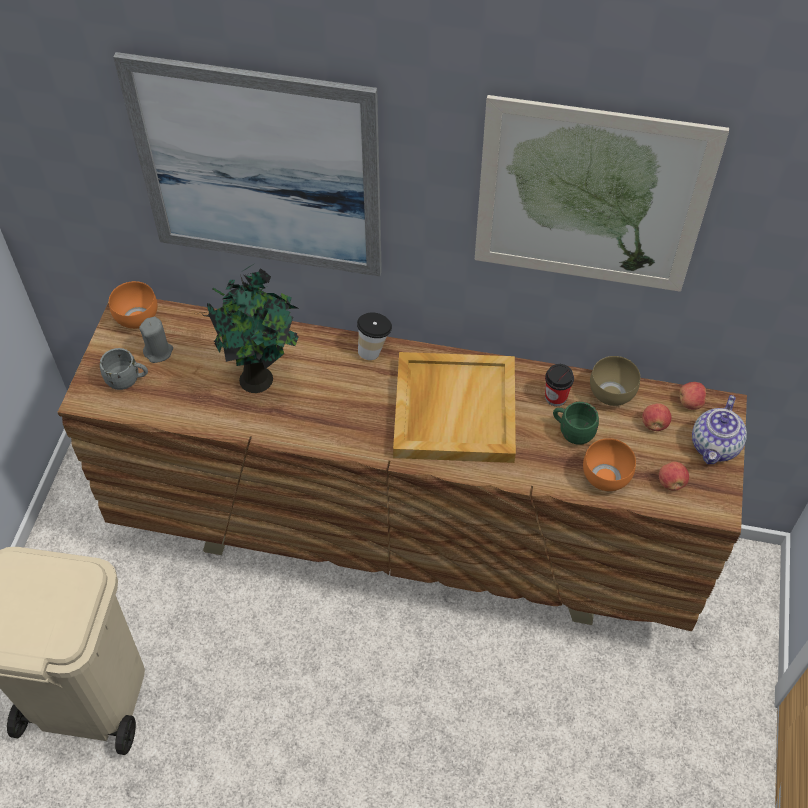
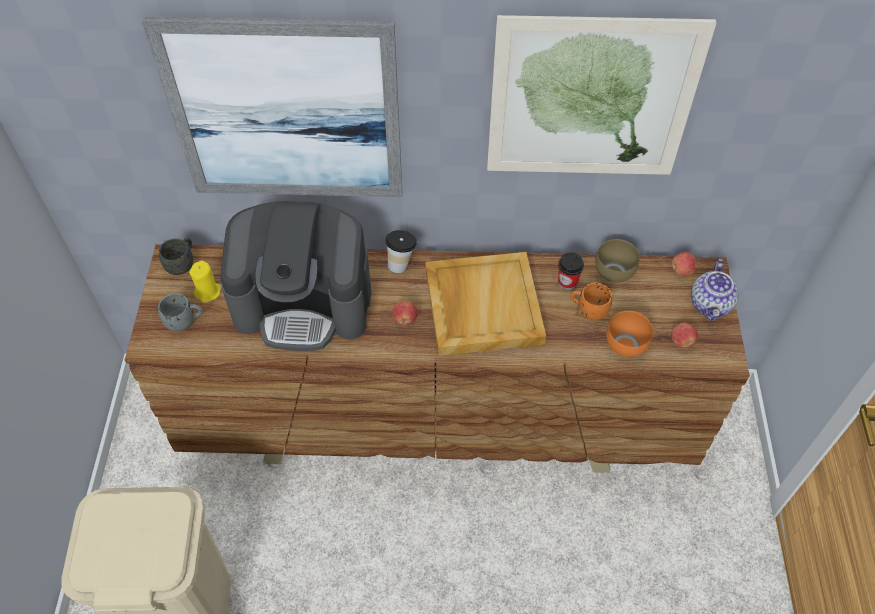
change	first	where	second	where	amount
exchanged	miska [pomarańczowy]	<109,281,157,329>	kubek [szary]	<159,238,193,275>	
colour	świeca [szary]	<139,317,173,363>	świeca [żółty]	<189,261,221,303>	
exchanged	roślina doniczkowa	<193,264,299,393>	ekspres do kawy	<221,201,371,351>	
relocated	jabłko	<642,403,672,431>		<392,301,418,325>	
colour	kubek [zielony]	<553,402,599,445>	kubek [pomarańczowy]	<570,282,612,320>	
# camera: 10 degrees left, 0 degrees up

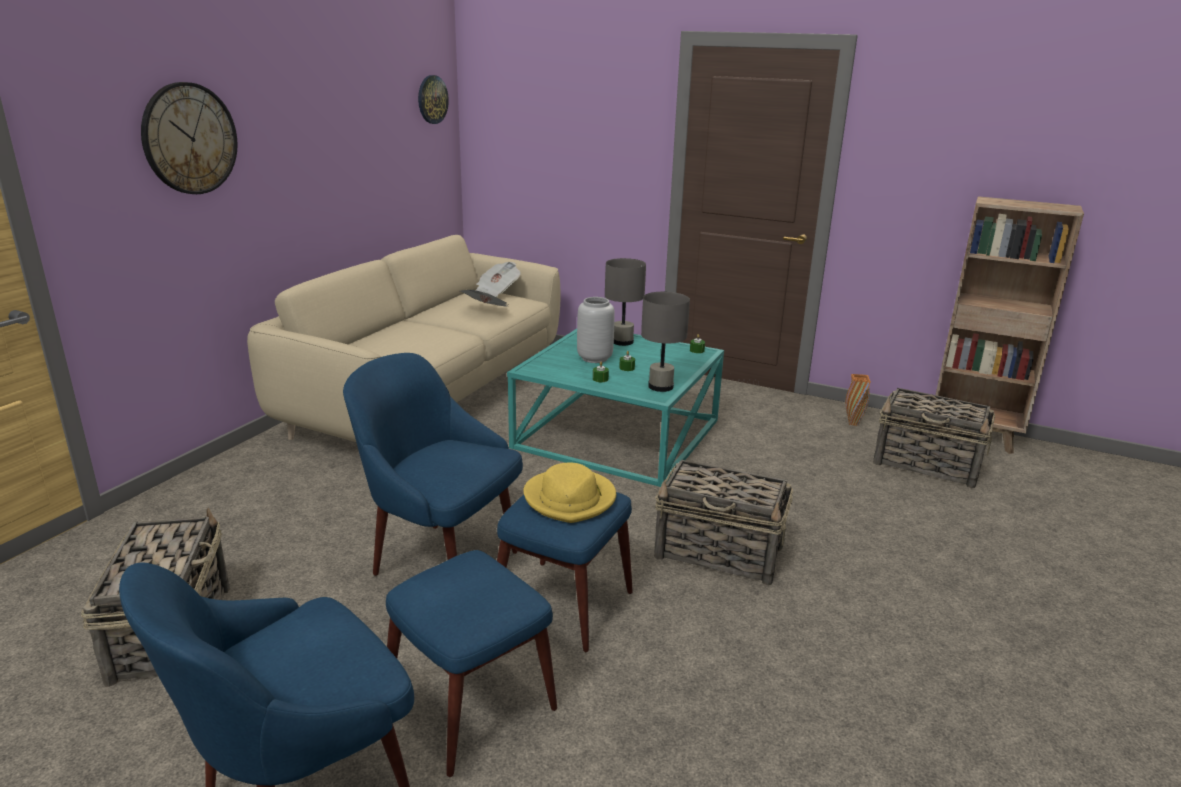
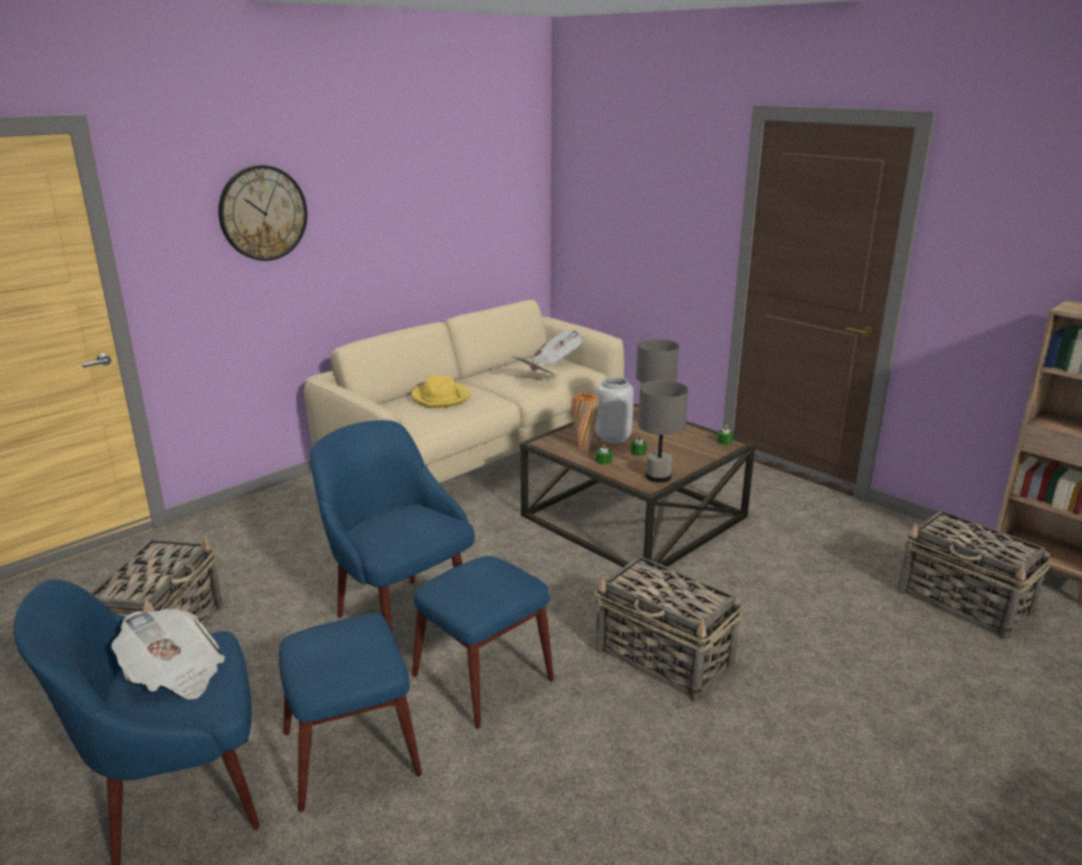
change	first	where	second	where	amount
appeared			gazeta	<112,609,225,700>	
relocated	kapelusz [żółty]	<523,462,616,523>		<411,375,470,408>	
colour	ława [turkusowy]	<507,329,724,487>	ława [brązowy]	<520,403,756,567>	
relocated	wazon [pomarańczowy]	<846,374,871,426>		<571,393,598,451>	
missing	zegar ścienny	<418,75,449,124>			
# camera: 20 degrees right, 0 degrees up

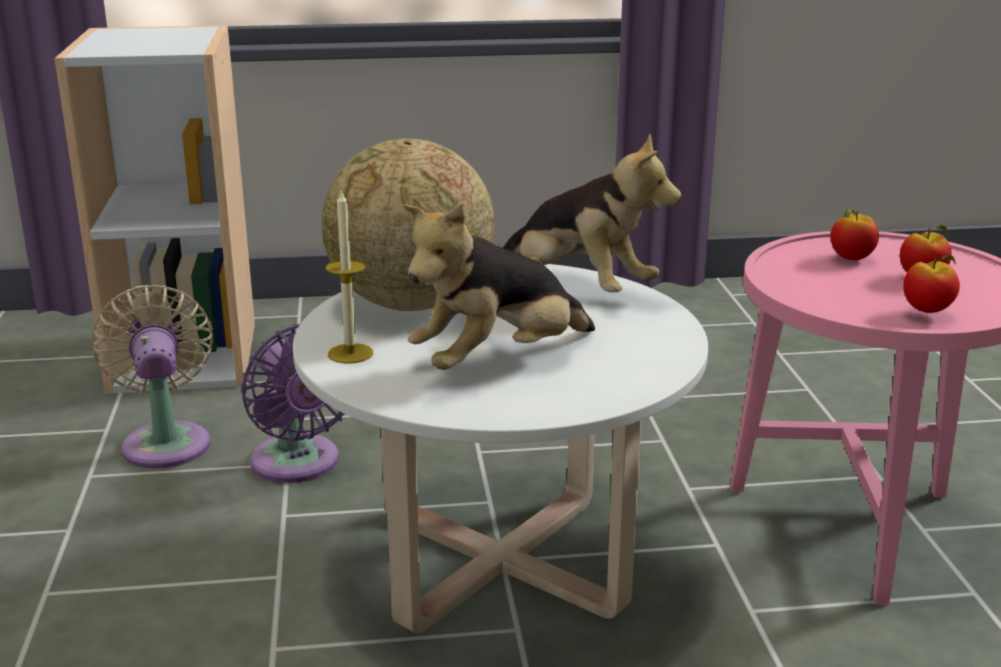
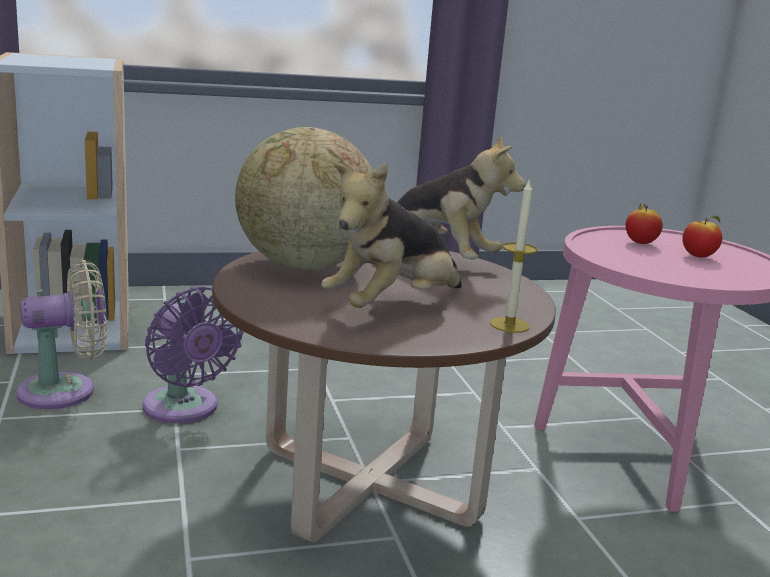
change	first	where	second	where	amount
spun	wentylator [beżowy]	<92,285,213,469>		<16,260,107,409>	90 degrees clockwise
colour	ława [biały]	<293,264,708,634>	ława [brązowy]	<212,251,556,543>	
relocated	świeca	<326,188,373,364>		<490,178,537,333>	
missing	jabłko	<903,255,960,313>			
# camera: 10 degrees left, 5 degrees down

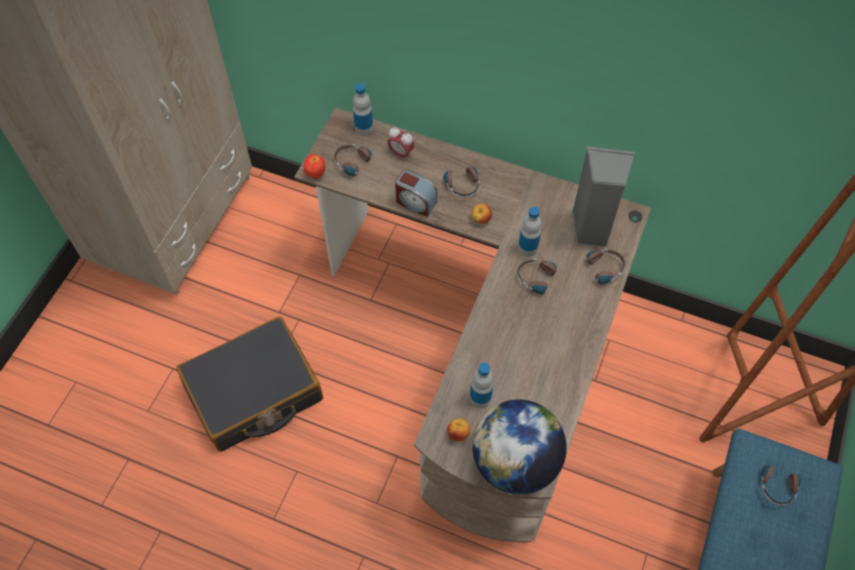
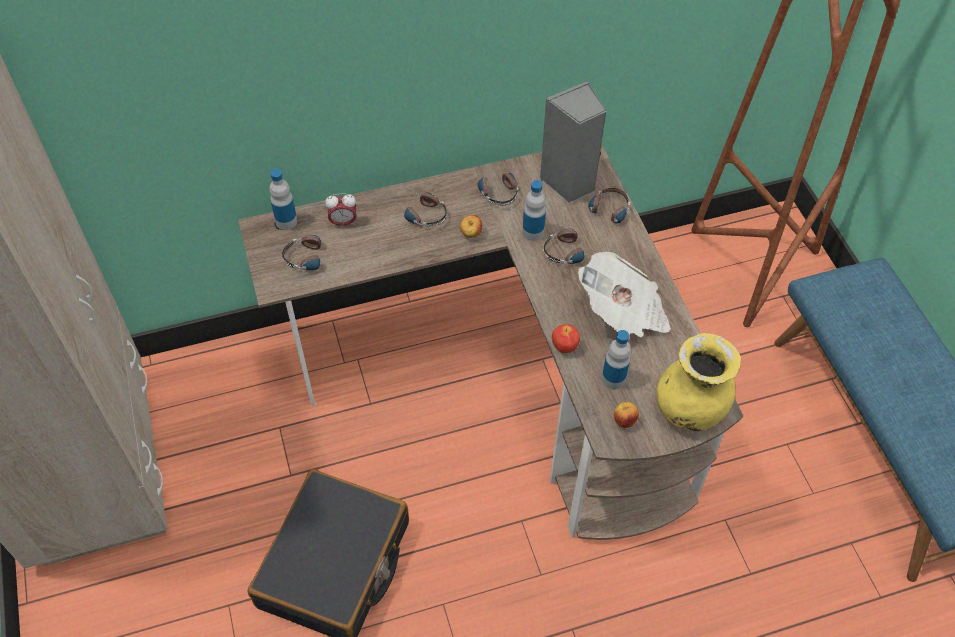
change	first	where	second	where	amount
relocated	słuchawki	<761,461,801,505>		<478,163,518,205>	
relocated	jabłko	<304,154,326,179>		<552,324,580,353>	
appeared			gazeta	<578,252,671,337>	
exchanged	globus	<472,399,567,495>	wazon [żółty]	<657,333,741,431>	
missing	budzik	<395,170,437,217>			
# camera: 40 degrees left, 5 degrees down

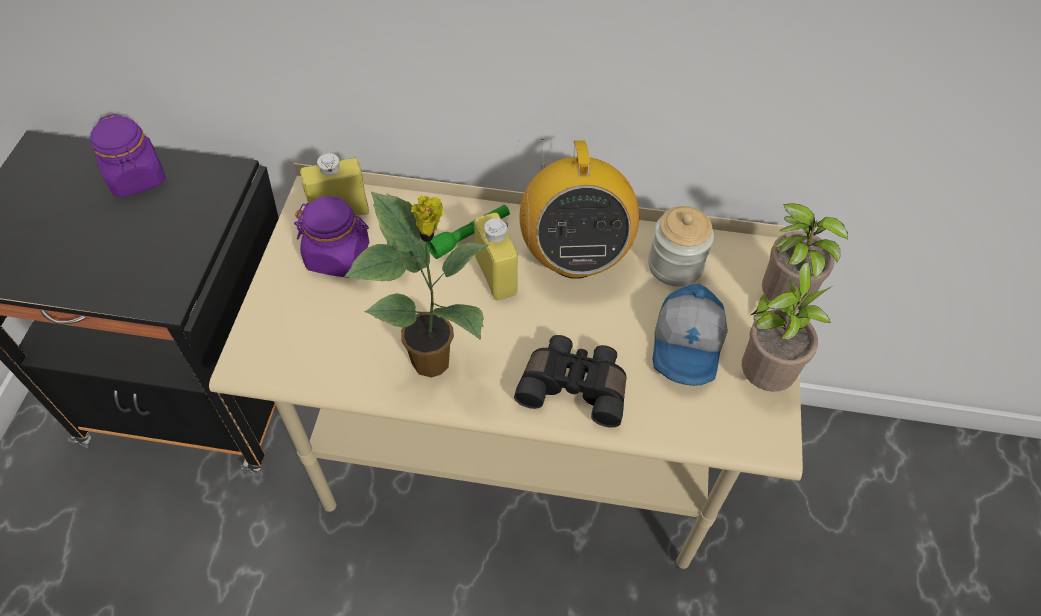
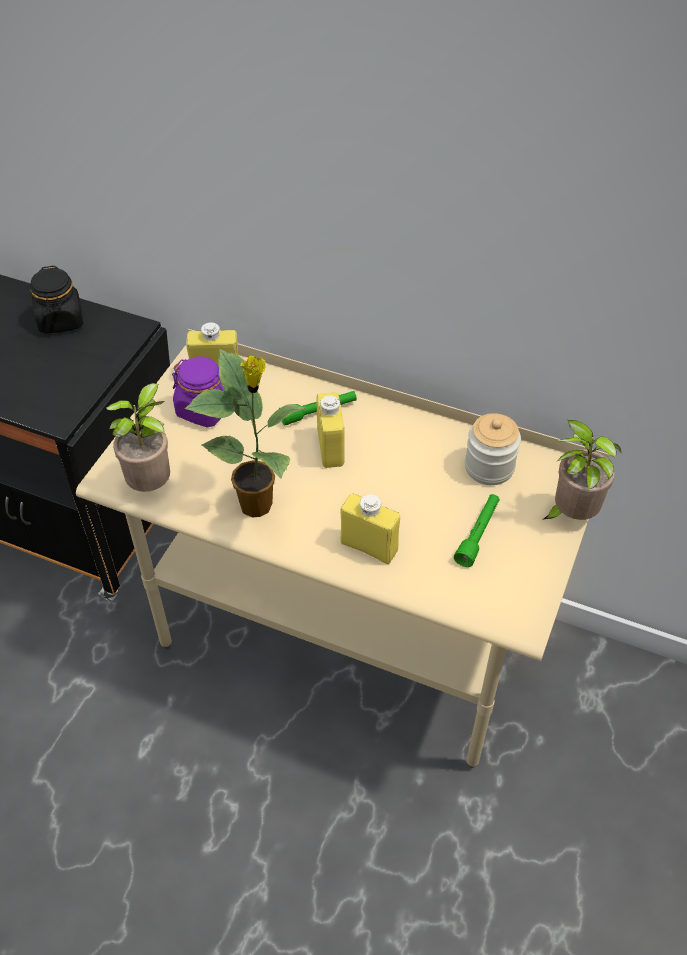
change	first	where	second	where	amount
colour	słoik [fioletowy]	<90,113,166,198>	słoik [czarny]	<30,265,83,334>	
relocated	roślina doniczkowa	<742,262,834,392>		<106,383,170,492>	
exchanged	lornetka [czarny]	<514,335,626,428>	butelka [żółty]	<341,493,400,564>	
exchanged	czapka z daszkiem	<652,284,728,386>	latarka [zielony]	<454,494,500,567>	
missing	radio	<519,139,639,279>			
# camera: 15 degrees right, 5 degrees down

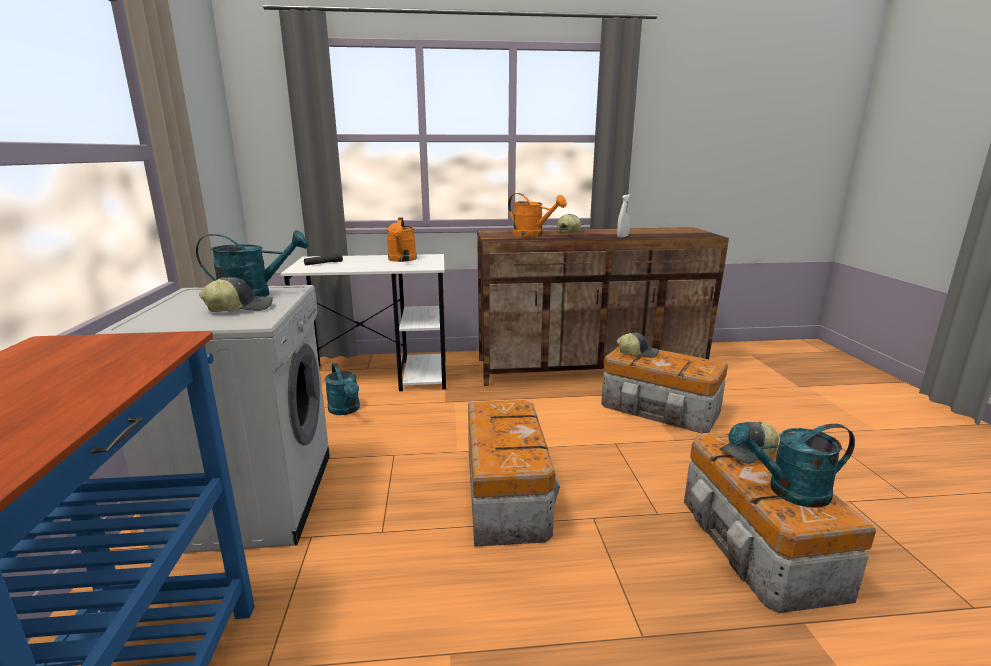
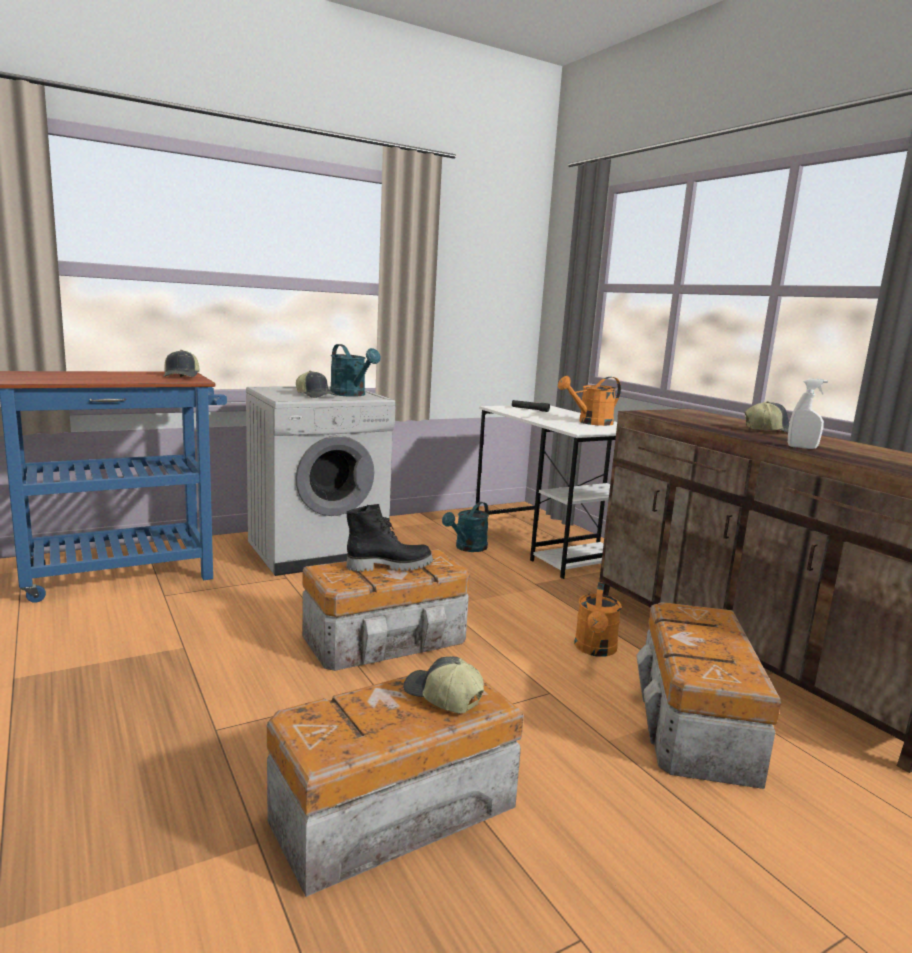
change	first	where	second	where	amount
relocated	czapka z daszkiem	<617,333,659,358>		<163,350,199,377>	
appeared			but z cholewką [czarny]	<347,504,433,572>	
relocated	konewka [pomarańczowy]	<508,193,567,237>		<574,582,621,657>	
missing	konewka [turkusowy]	<728,423,855,507>			
# camera: 65 degrees right, 5 degrees down

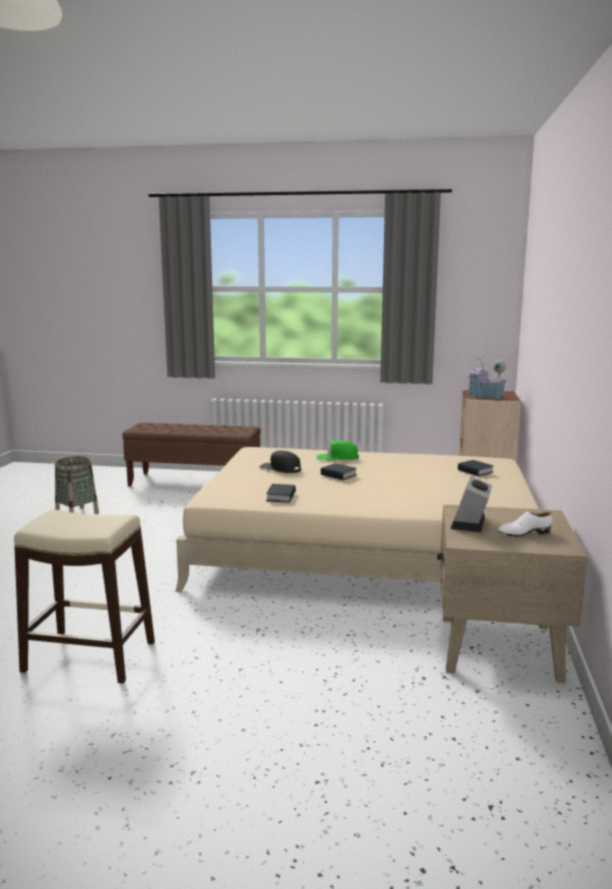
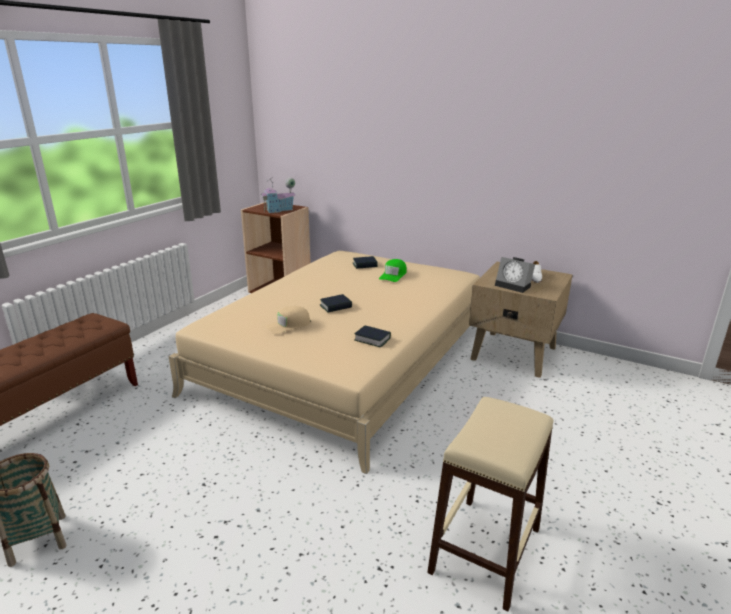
change	first	where	second	where	amount
colour	czapka z daszkiem [czarny]	<259,450,301,473>	czapka z daszkiem [beżowy]	<266,306,311,334>	
relocated	czapka z daszkiem [zielony]	<317,440,359,460>		<379,259,407,282>	
# camera: 70 degrees left, 10 degrees up

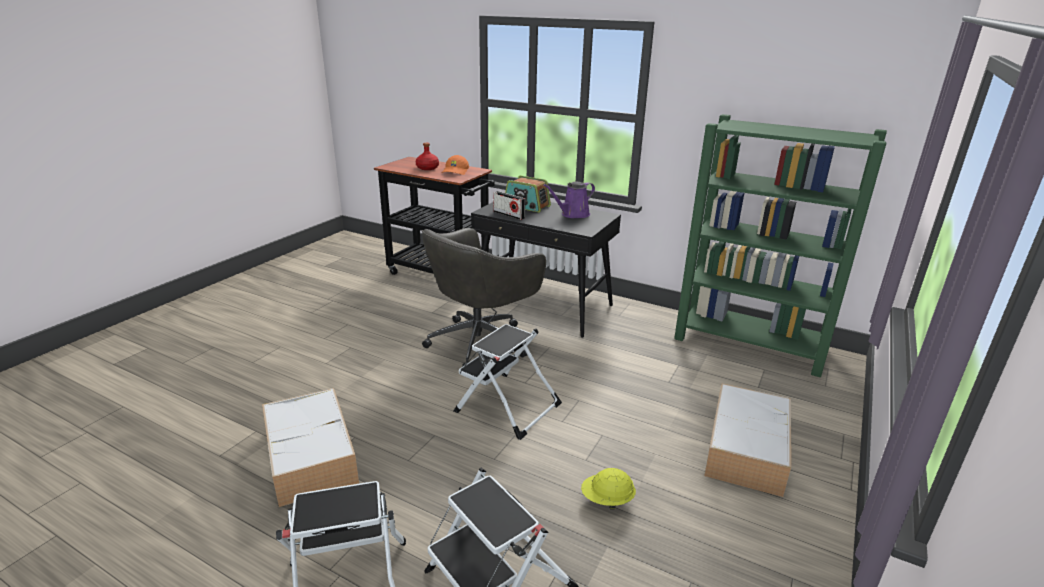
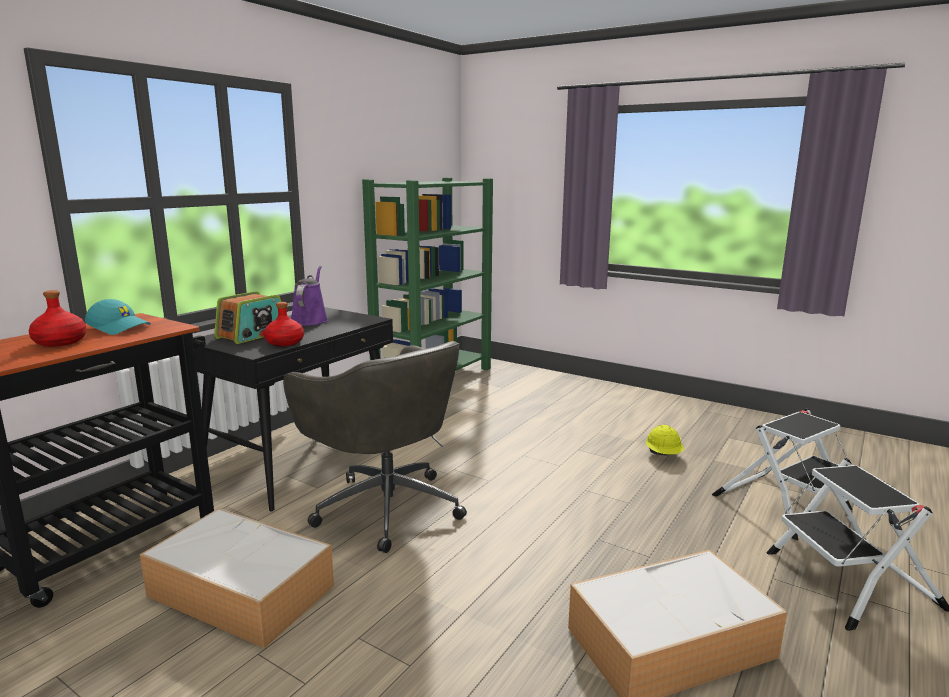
change	first	where	second	where	amount
colour	czapka z daszkiem [pomarańczowy]	<442,155,469,175>	czapka z daszkiem [turkusowy]	<85,299,151,335>	
relocated	pojemnik do przechowywania	<704,383,791,497>		<140,508,334,648>	
exchanged	radio	<494,191,525,220>	butelka [czerwony]	<264,302,304,346>	
spun	konewka [fioletowy]	<543,182,595,218>		<291,266,328,326>	150 degrees counterclockwise
missing	drabinka	<453,324,562,440>			
# camera: 85 degrees left, 10 degrees down

